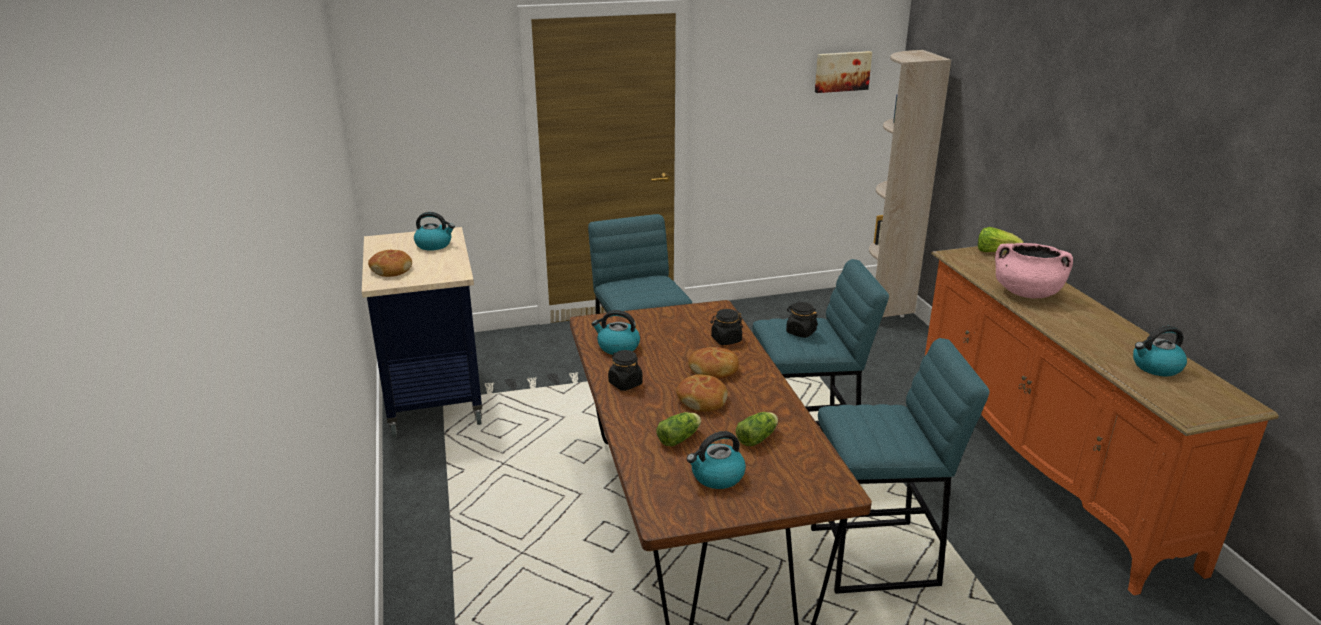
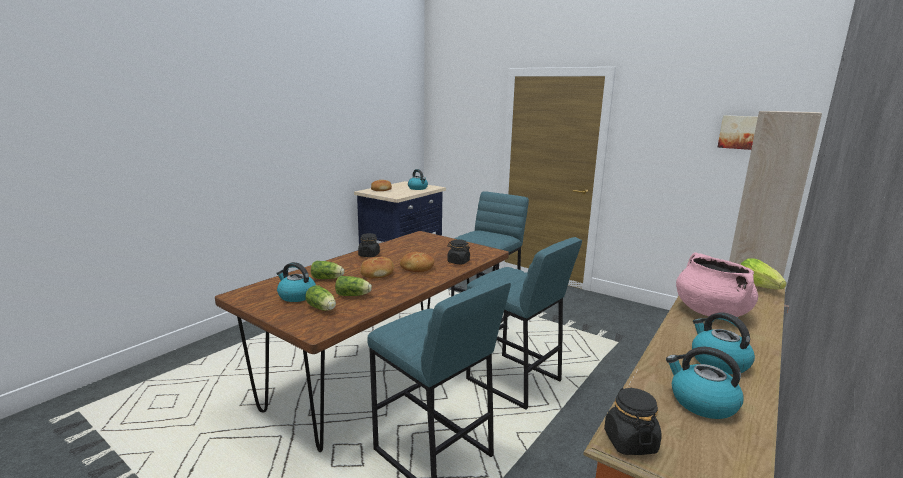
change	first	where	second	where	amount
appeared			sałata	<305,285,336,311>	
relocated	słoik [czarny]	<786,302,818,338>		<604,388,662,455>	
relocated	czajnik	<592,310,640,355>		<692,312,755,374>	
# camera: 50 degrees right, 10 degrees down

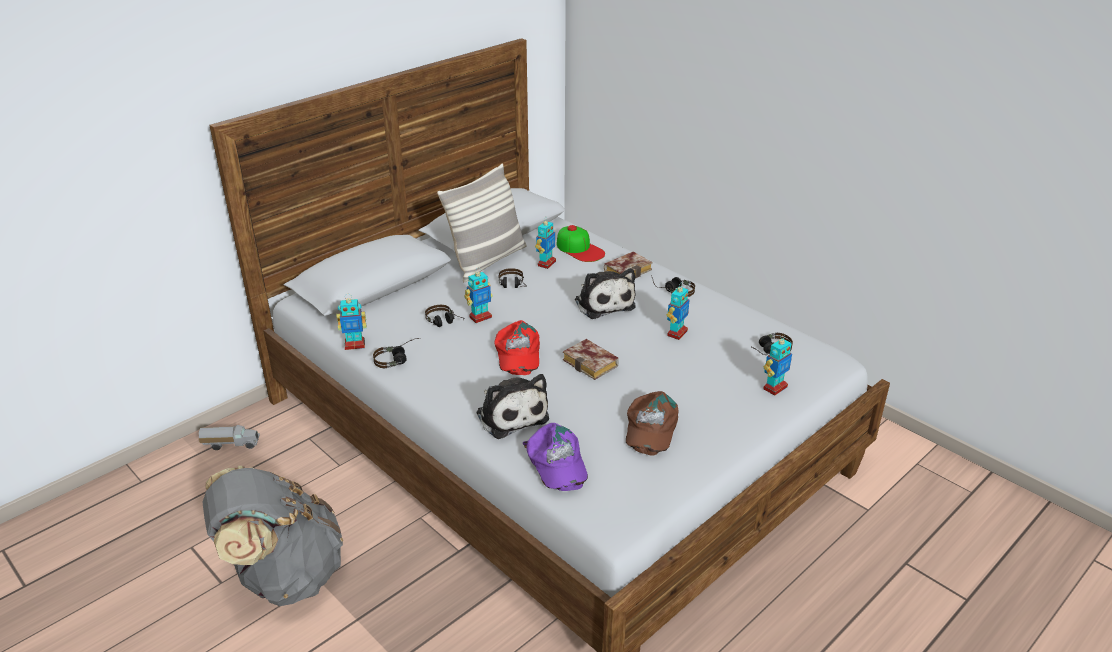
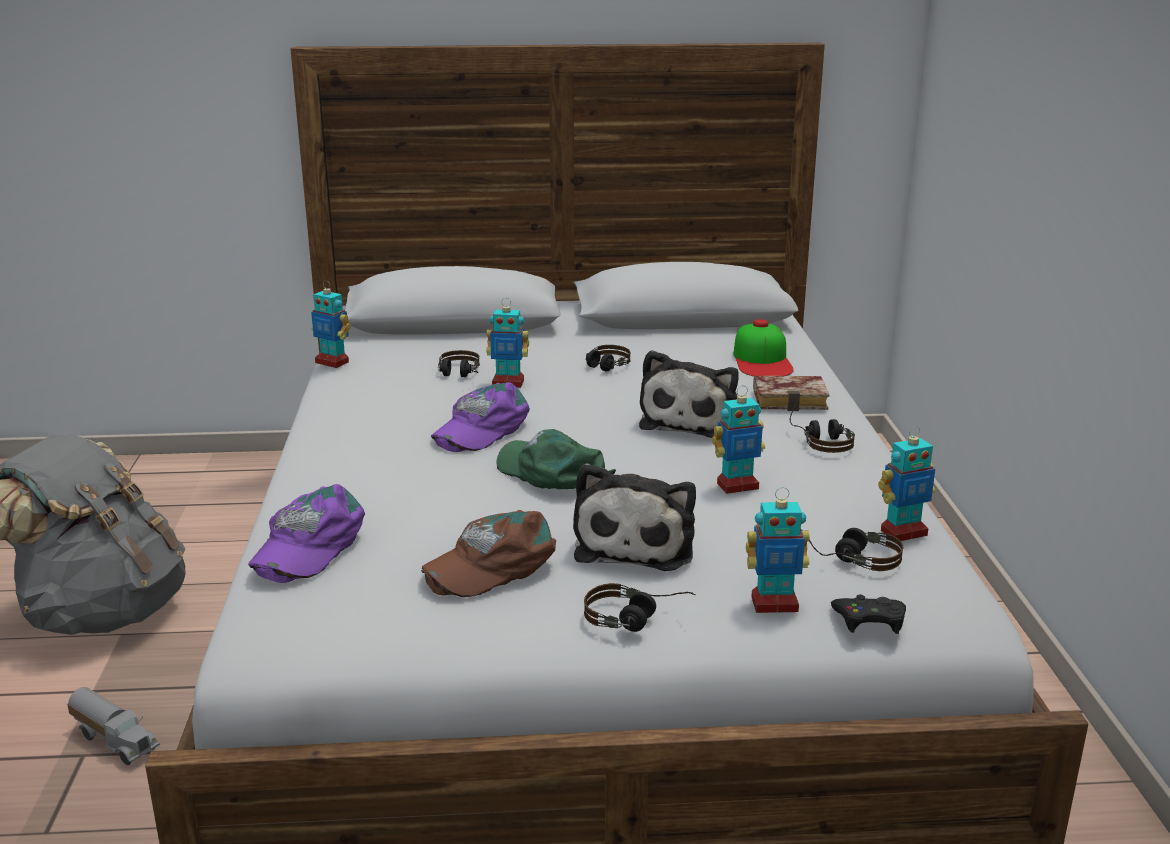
change	first	where	second	where	amount
relocated	ciężarówka zabawkowa	<199,425,260,450>		<67,687,160,765>	
colour	czapka z daszkiem [czerwony]	<494,320,540,375>	czapka z daszkiem [fioletowy]	<431,382,530,452>	
exchanged	książka	<563,339,619,380>	czapka z daszkiem [zielony]	<496,429,616,489>	
relocated	pluszak	<476,374,549,439>		<573,463,696,571>	
relocated	słuchawki	<373,338,420,368>		<584,583,695,632>	
appeared			pad do gier [czarny]	<831,594,906,634>	
relocated	robot zabawkowy	<535,219,556,269>		<878,426,935,541>	
missing	poduszka	<437,164,527,282>			
# camera: 40 degrees right, 10 degrees down

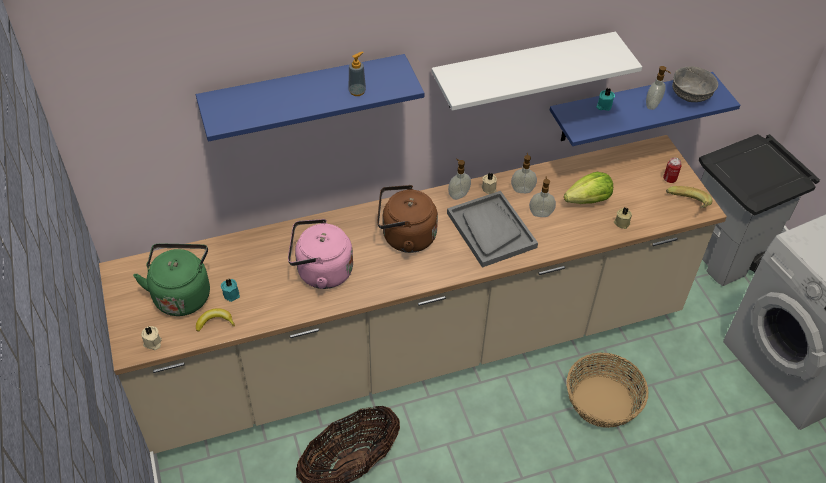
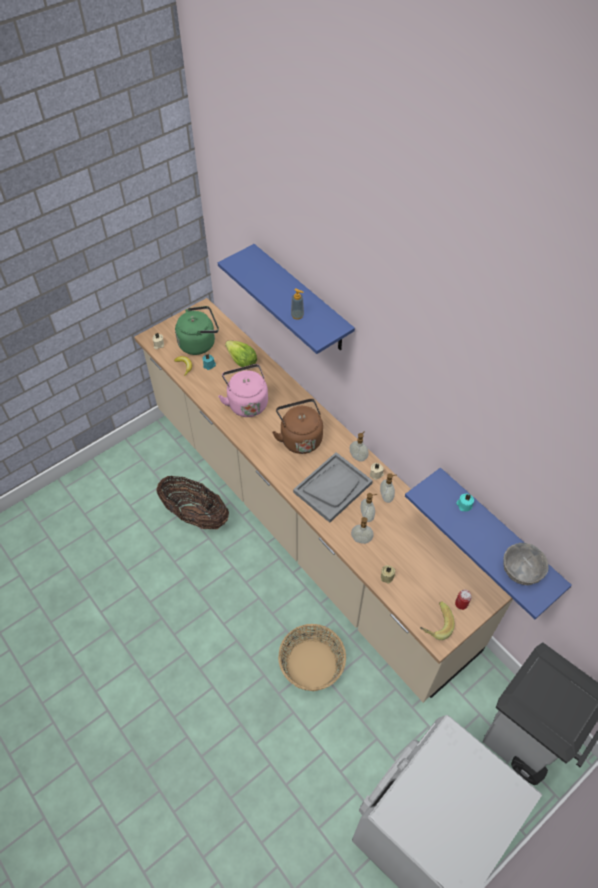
change	first	where	second	where	amount
relocated	sałata	<564,172,613,204>		<225,341,257,367>	
relocated	dozownik mydła	<646,66,671,110>		<351,517,374,544>	
missing	półka [biały]	<432,32,642,111>			
# camera: 70 degrees right, 5 degrees up

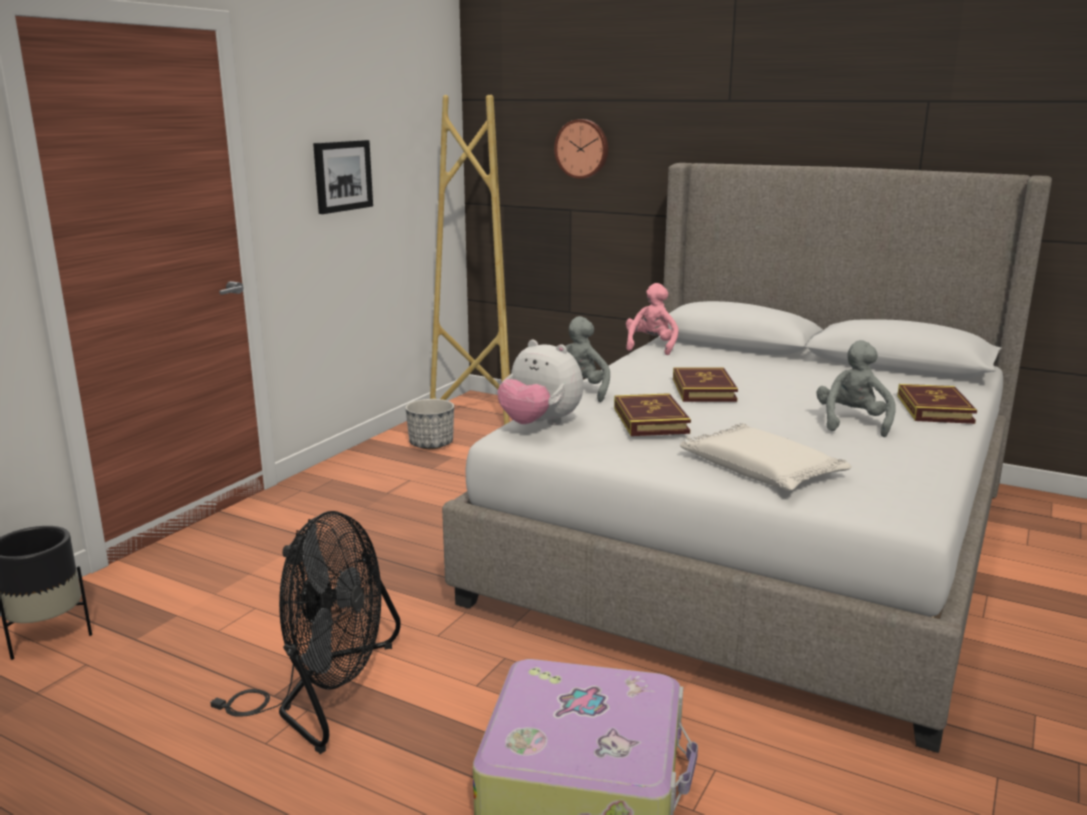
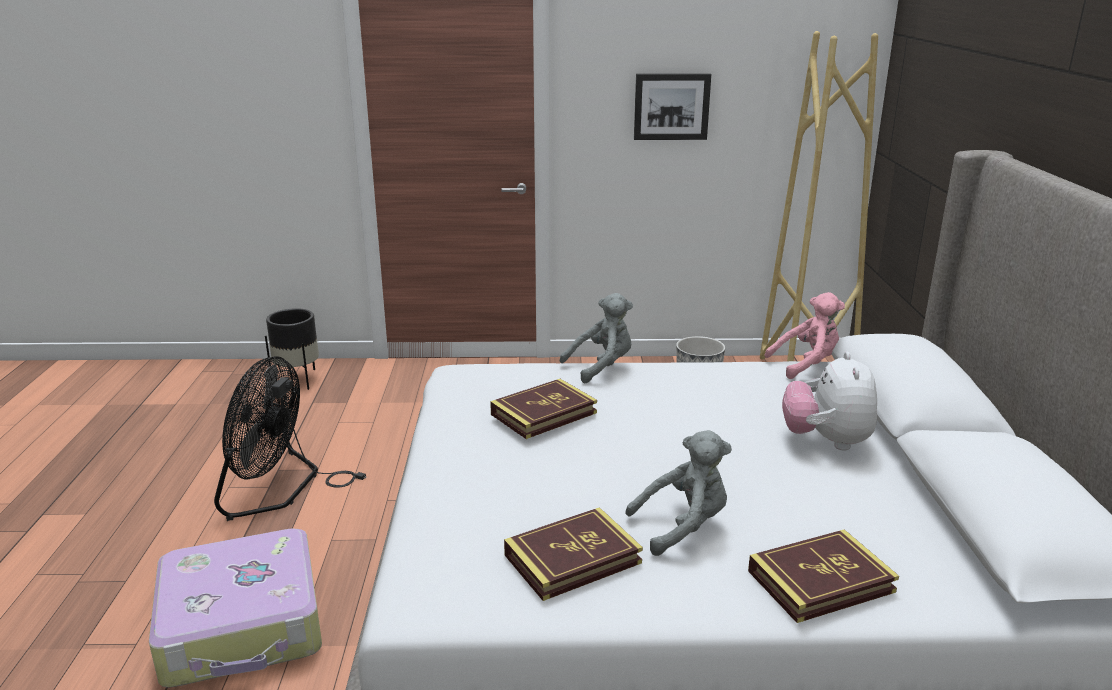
change	first	where	second	where	amount
spun	wentylator [czarny]	<210,511,401,754>		<214,356,367,521>	120 degrees clockwise
relocated	książka	<673,367,738,402>		<504,507,643,601>	
relocated	pluszak	<497,340,583,425>		<782,352,877,450>	
missing	zegar ścienny	<554,119,608,179>			
missing	poduszka [biały]	<680,423,852,491>			
# camera: 60 degrees right, 5 degrees up

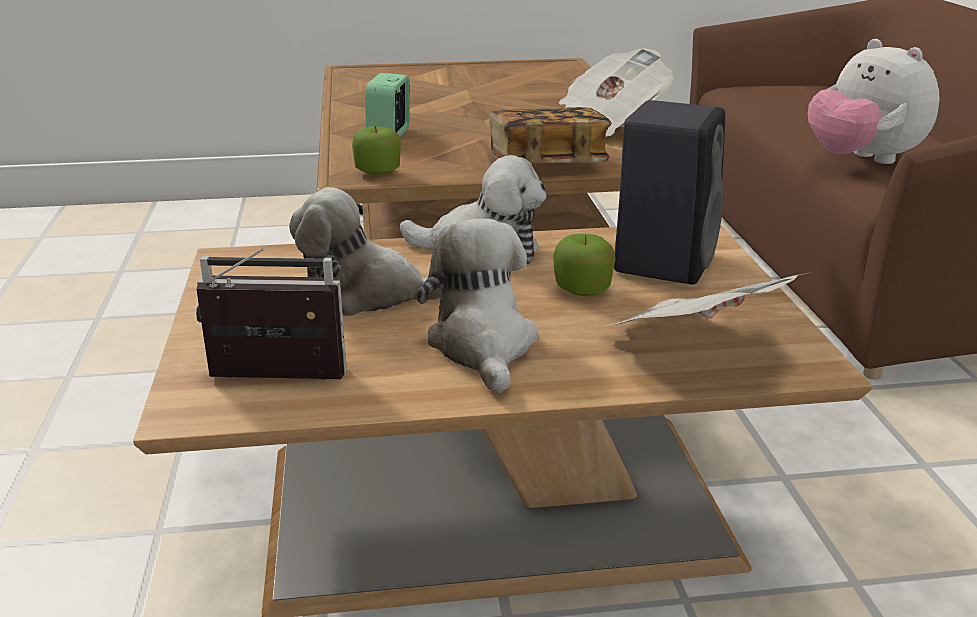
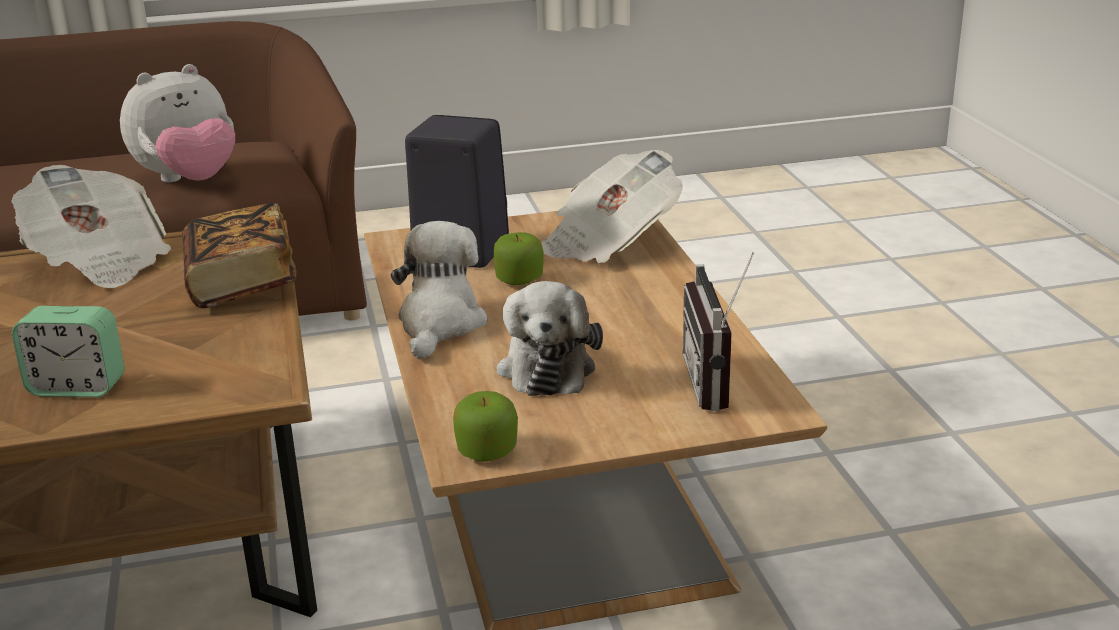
change	first	where	second	where	amount
relocated	jabłko	<352,126,401,175>		<453,391,518,462>	
missing	pluszak	<417,219,538,393>			
# camera: 95 degrees left, 0 degrees up

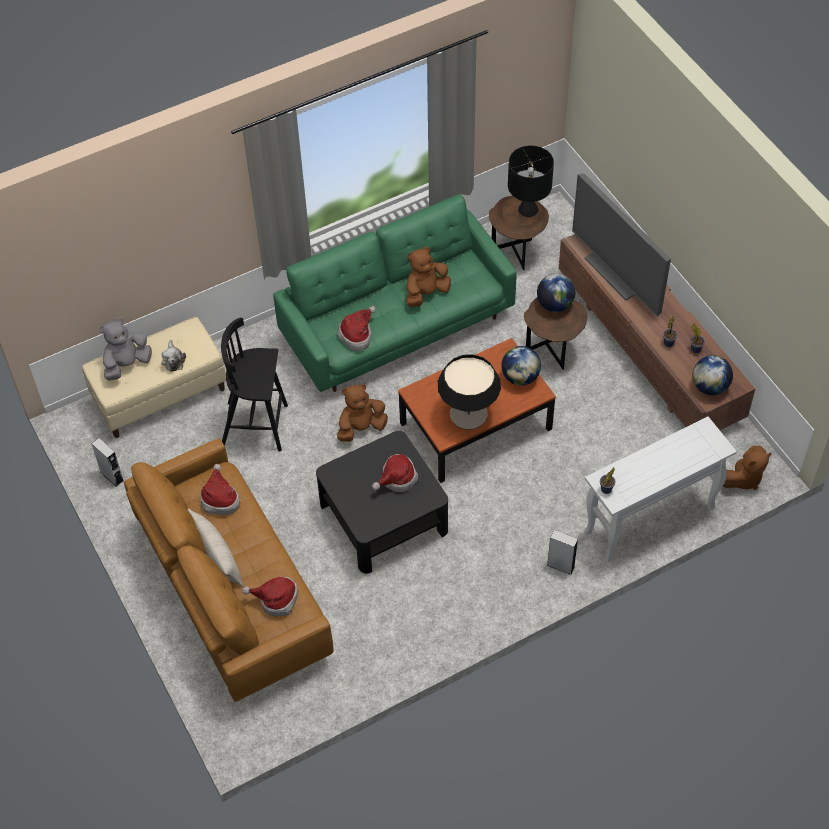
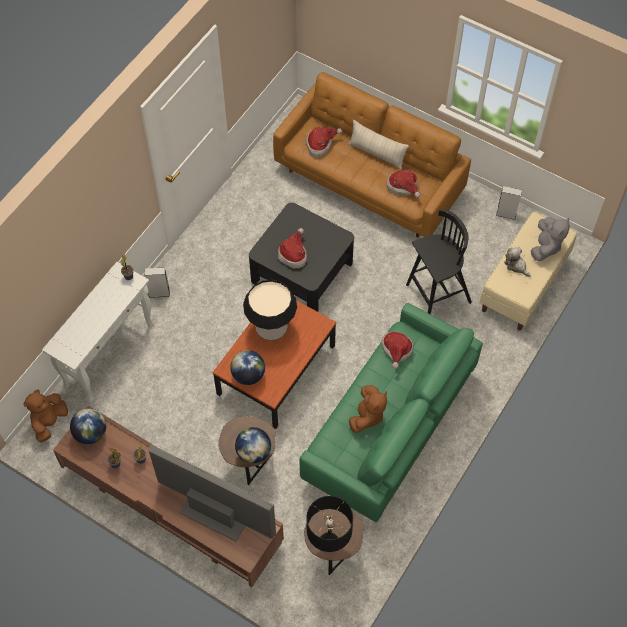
change	first	where	second	where	amount
missing	pluszak [brązowy]	<337,384,388,442>			
# camera: 150 degrees right, 5 degrees up

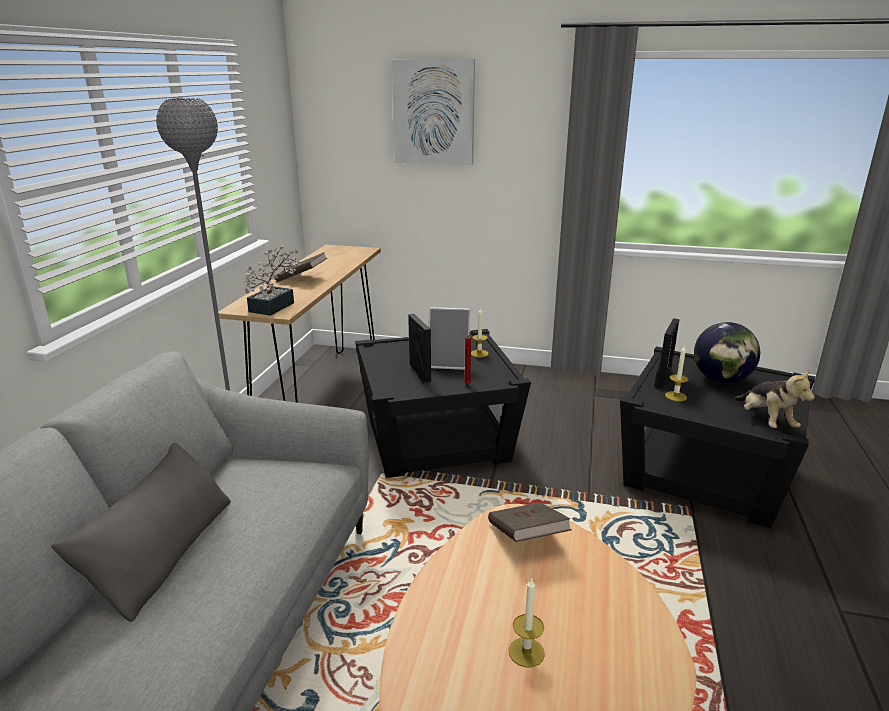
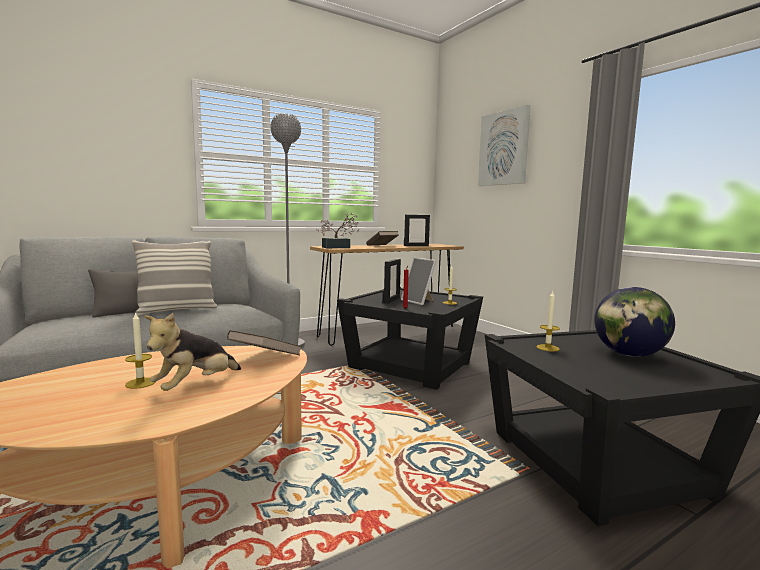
change	first	where	second	where	amount
appeared			poduszka	<132,240,217,316>	
relocated	pluszak	<734,369,815,428>		<144,313,241,391>	
relocated	ramka na zdjęcie	<654,318,680,388>		<404,215,430,246>	
# camera: 45 degrees right, 15 degrees down

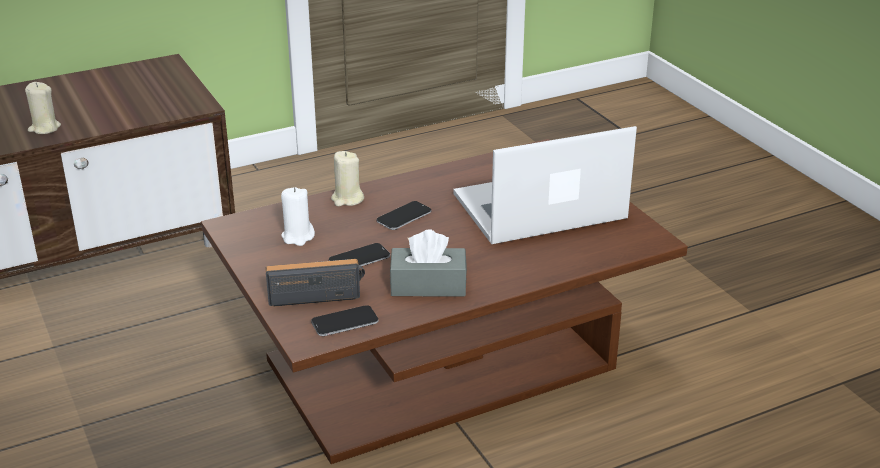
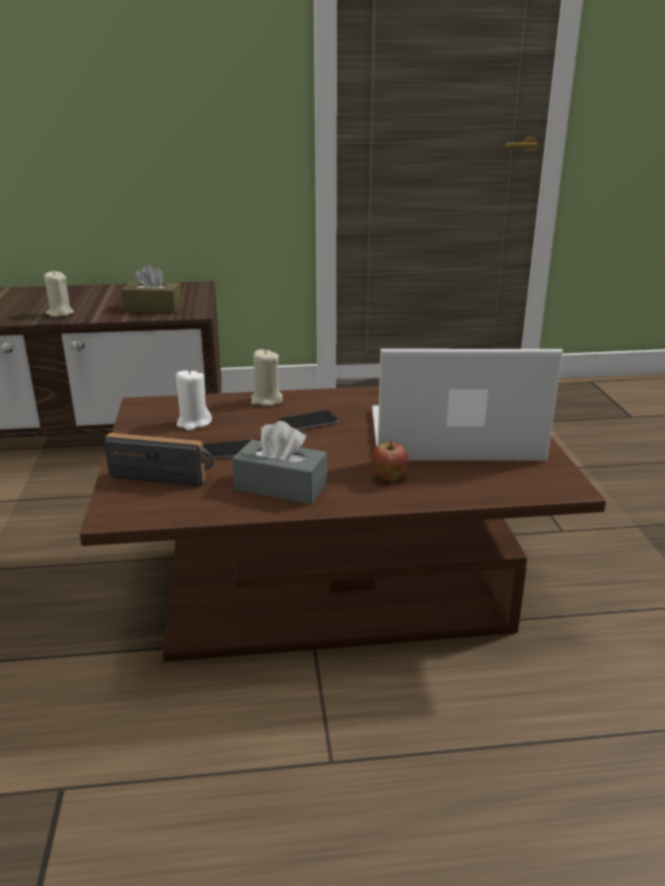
change	first	where	second	where	amount
appeared			pudełko chusteczek [brązowy]	<121,264,182,313>	
appeared			jabłko	<372,441,408,481>	
missing	telefon	<311,305,378,336>			
# camera: 20 degrees right, 5 degrees down

